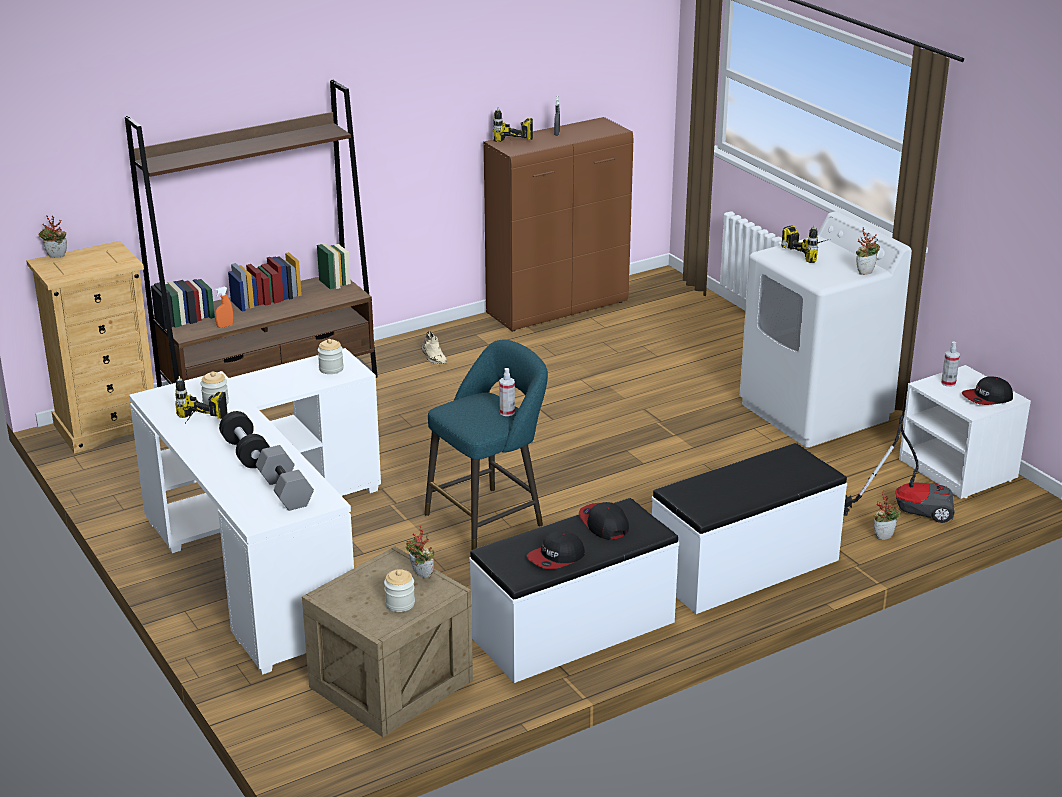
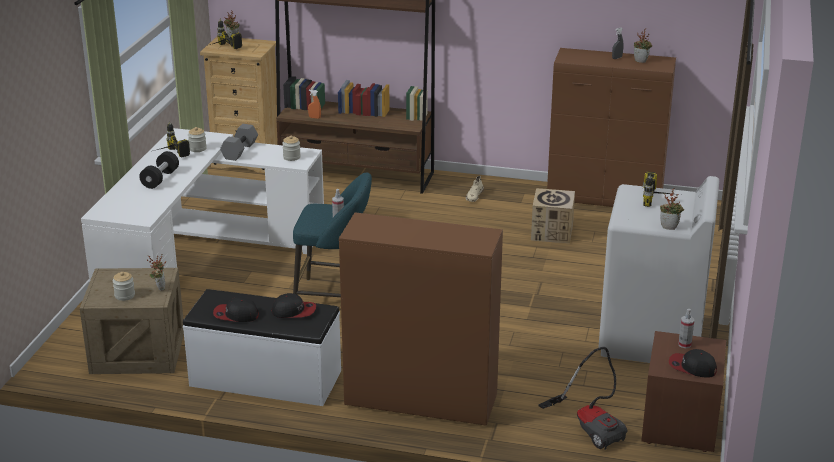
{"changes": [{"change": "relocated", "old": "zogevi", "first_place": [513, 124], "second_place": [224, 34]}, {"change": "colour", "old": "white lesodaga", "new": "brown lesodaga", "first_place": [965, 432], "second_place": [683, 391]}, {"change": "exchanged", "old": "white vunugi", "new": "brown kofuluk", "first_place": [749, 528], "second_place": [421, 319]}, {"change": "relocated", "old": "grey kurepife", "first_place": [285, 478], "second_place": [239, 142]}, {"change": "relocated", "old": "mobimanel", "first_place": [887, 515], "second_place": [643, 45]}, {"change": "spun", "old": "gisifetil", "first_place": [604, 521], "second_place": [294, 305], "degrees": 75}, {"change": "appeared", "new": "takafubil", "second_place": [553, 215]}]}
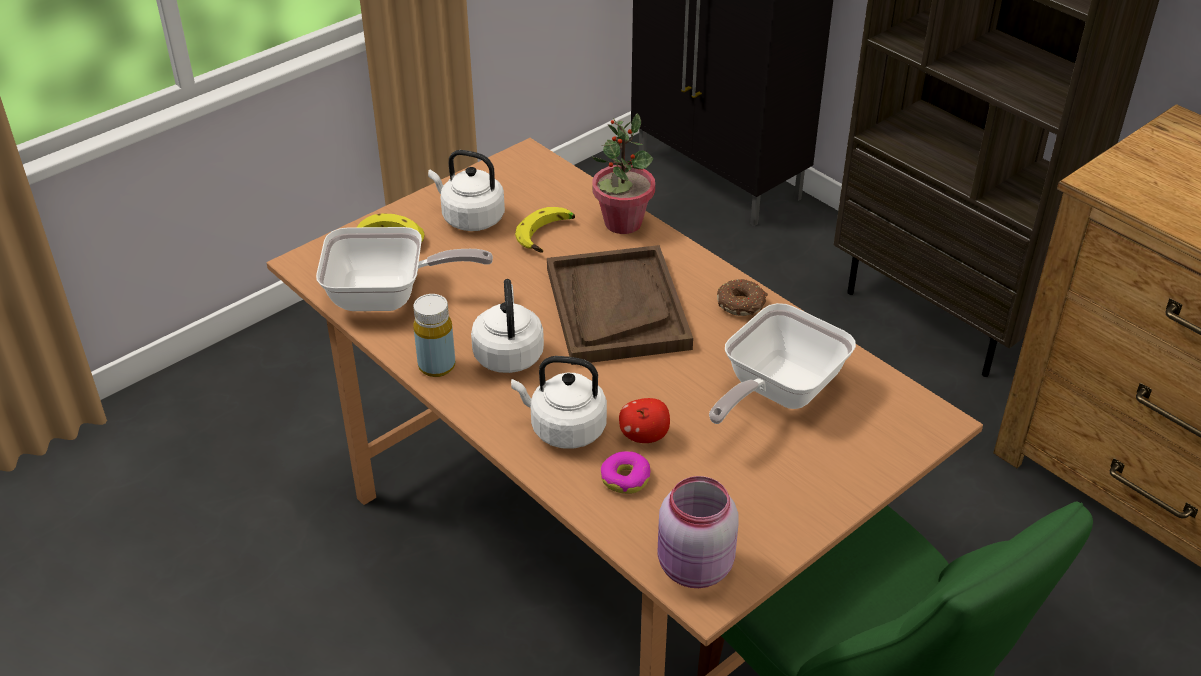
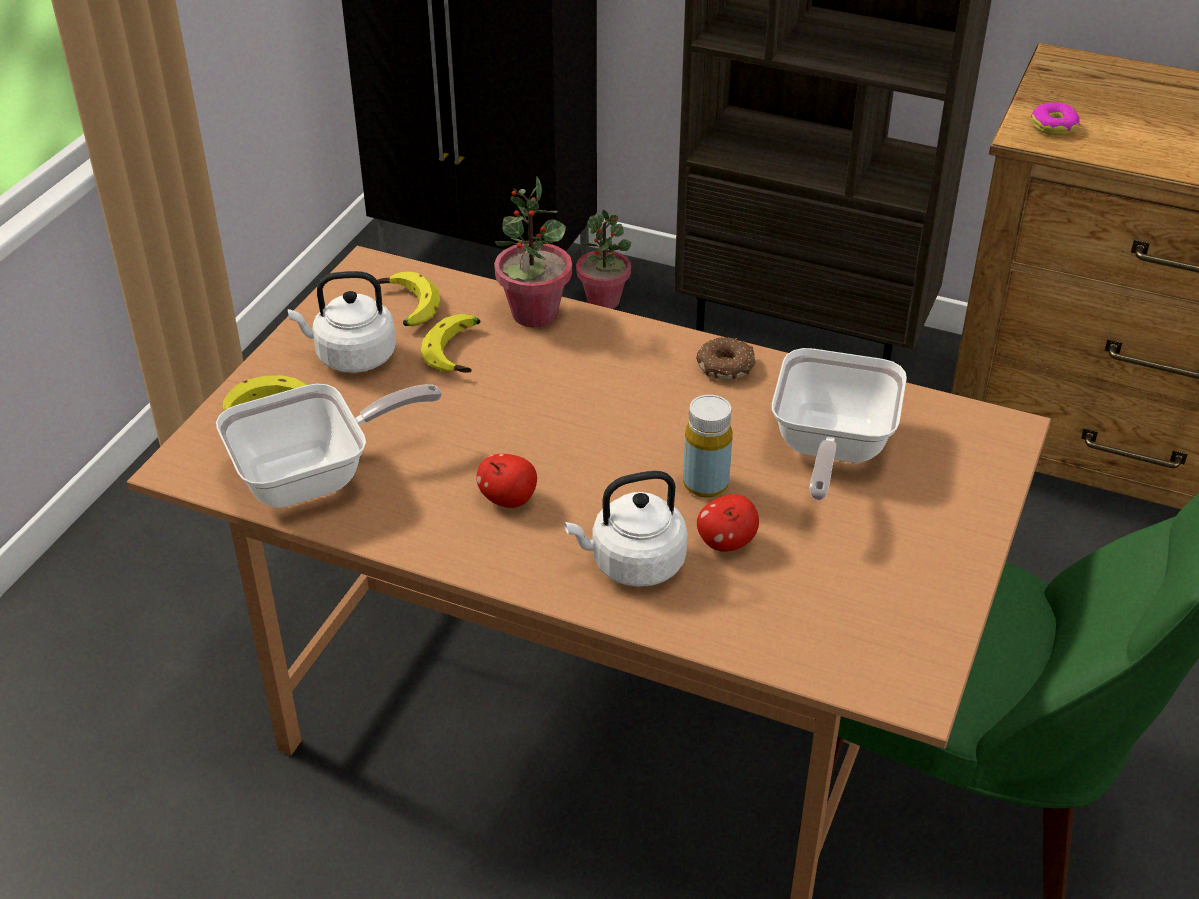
{"changes": [{"change": "missing", "old": "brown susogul", "first_place": [620, 305]}, {"change": "exchanged", "old": "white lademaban", "new": "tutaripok", "first_place": [507, 326], "second_place": [507, 481]}, {"change": "relocated", "old": "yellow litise", "first_place": [434, 335], "second_place": [708, 446]}, {"change": "relocated", "old": "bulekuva", "first_place": [626, 472], "second_place": [1055, 118]}, {"change": "missing", "old": "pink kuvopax", "first_place": [698, 532]}, {"change": "appeared", "new": "mobimanel", "second_place": [603, 259]}, {"change": "appeared", "new": "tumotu", "second_place": [408, 299]}]}
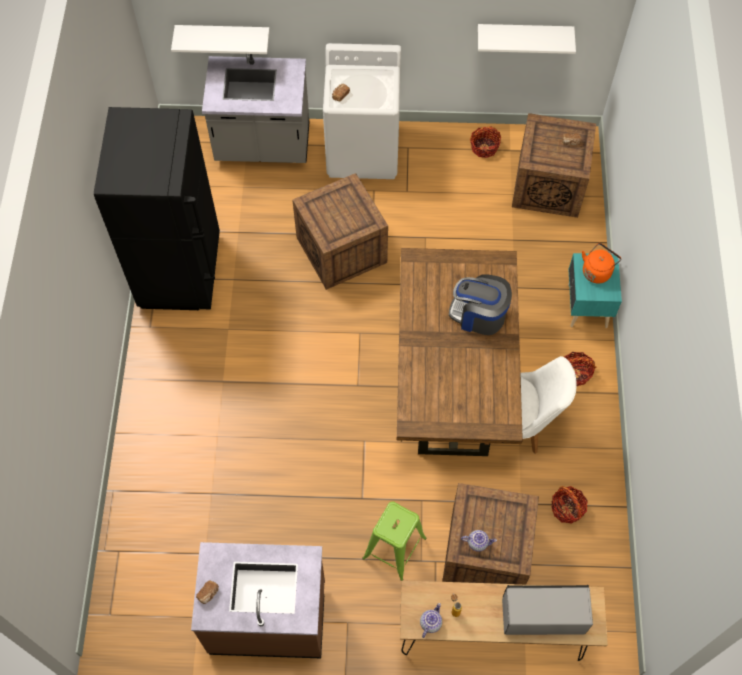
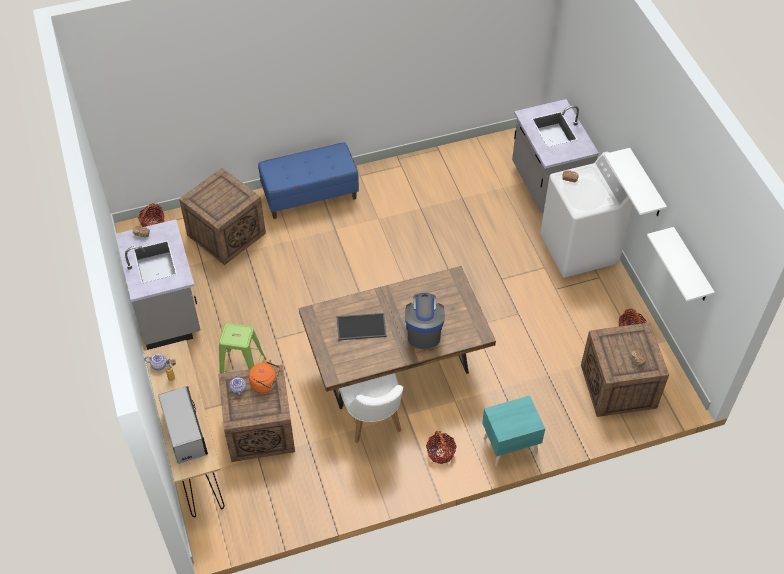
{"changes": [{"change": "relocated", "old": "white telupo", "first_place": [220, 39], "second_place": [635, 182]}, {"change": "missing", "old": "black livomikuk", "first_place": [157, 208]}, {"change": "relocated", "old": "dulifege", "first_place": [340, 231], "second_place": [222, 216]}, {"change": "relocated", "old": "orange lademaban", "first_place": [601, 263], "second_place": [264, 376]}, {"change": "relocated", "old": "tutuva", "first_place": [570, 505], "second_place": [151, 215]}, {"change": "colour", "old": "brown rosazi", "new": "grey rosazi", "first_place": [258, 600], "second_place": [158, 284]}, {"change": "appeared", "new": "blue vunugi", "second_place": [308, 180]}, {"change": "appeared", "new": "susogul", "second_place": [362, 327]}]}
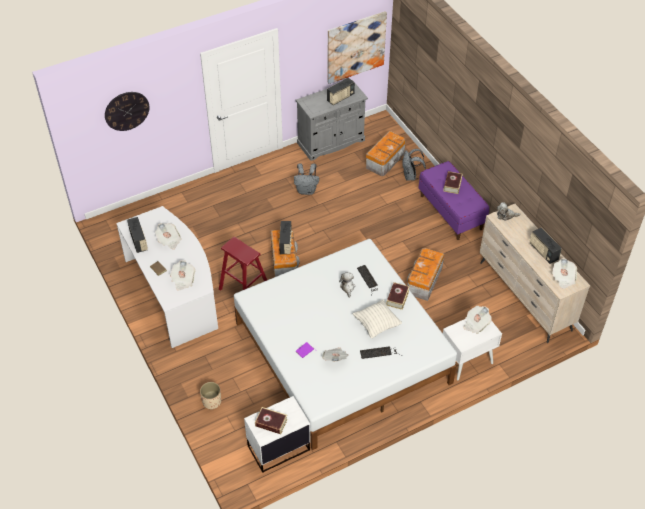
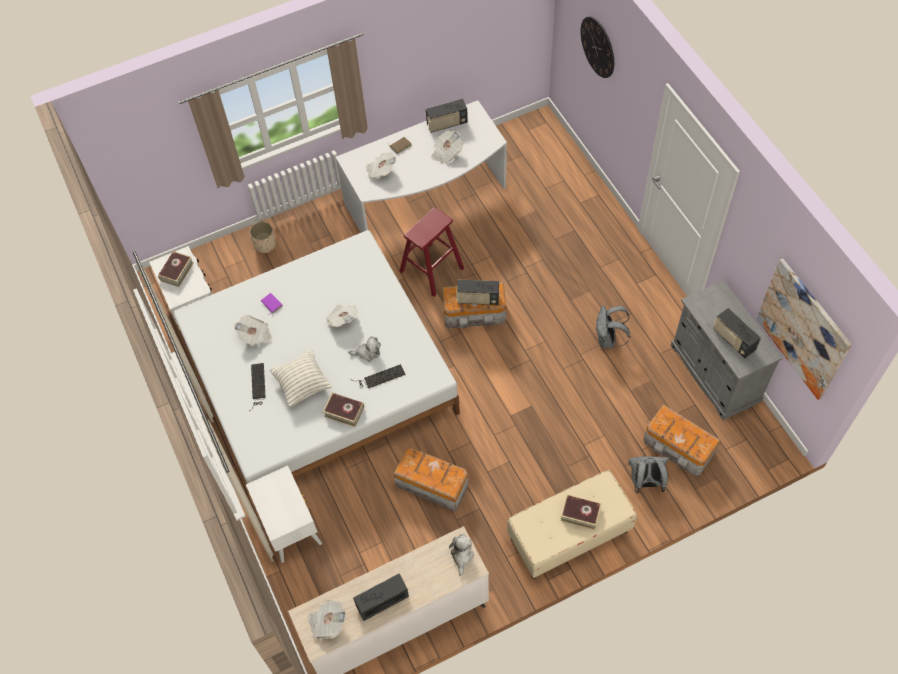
{"changes": [{"change": "colour", "old": "purple vunugi", "new": "beige vunugi", "first_place": [454, 200], "second_place": [572, 524]}, {"change": "relocated", "old": "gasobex", "first_place": [477, 320], "second_place": [342, 316]}]}
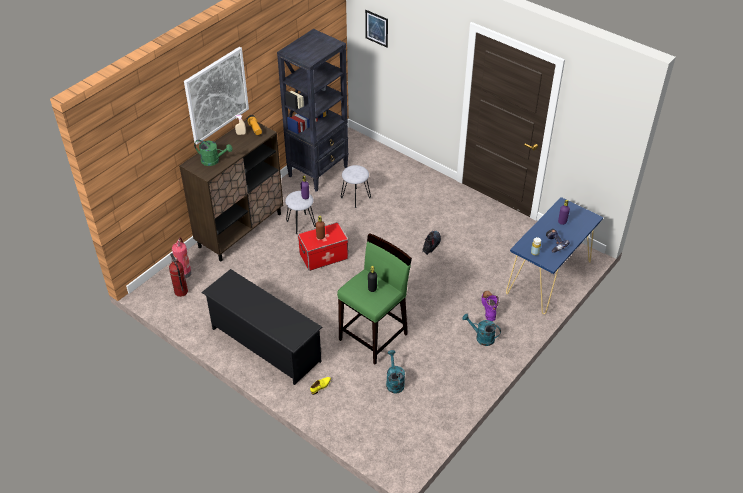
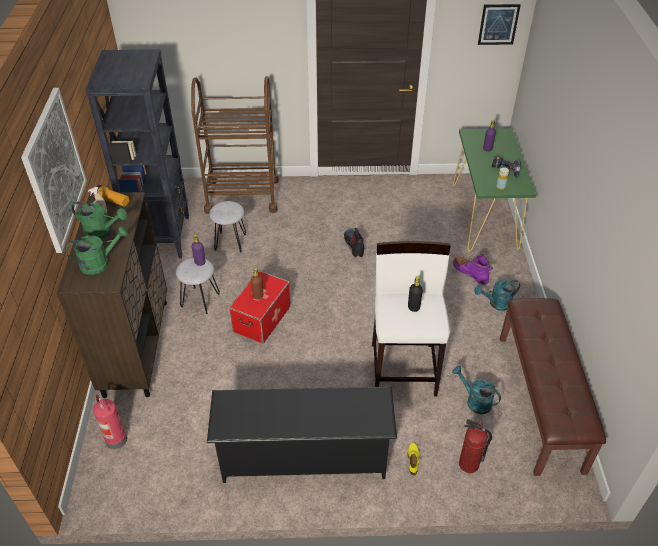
{"changes": [{"change": "relocated", "old": "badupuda", "first_place": [376, 28], "second_place": [499, 24]}, {"change": "colour", "old": "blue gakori", "new": "green gakori", "first_place": [554, 255], "second_place": [494, 190]}, {"change": "colour", "old": "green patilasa", "new": "white patilasa", "first_place": [374, 298], "second_place": [411, 319]}, {"change": "relocated", "old": "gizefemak", "first_place": [178, 275], "second_place": [475, 446]}, {"change": "appeared", "new": "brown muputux", "second_place": [235, 145]}, {"change": "appeared", "new": "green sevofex", "second_place": [99, 220]}, {"change": "appeared", "new": "brown vunugi", "second_place": [553, 387]}]}
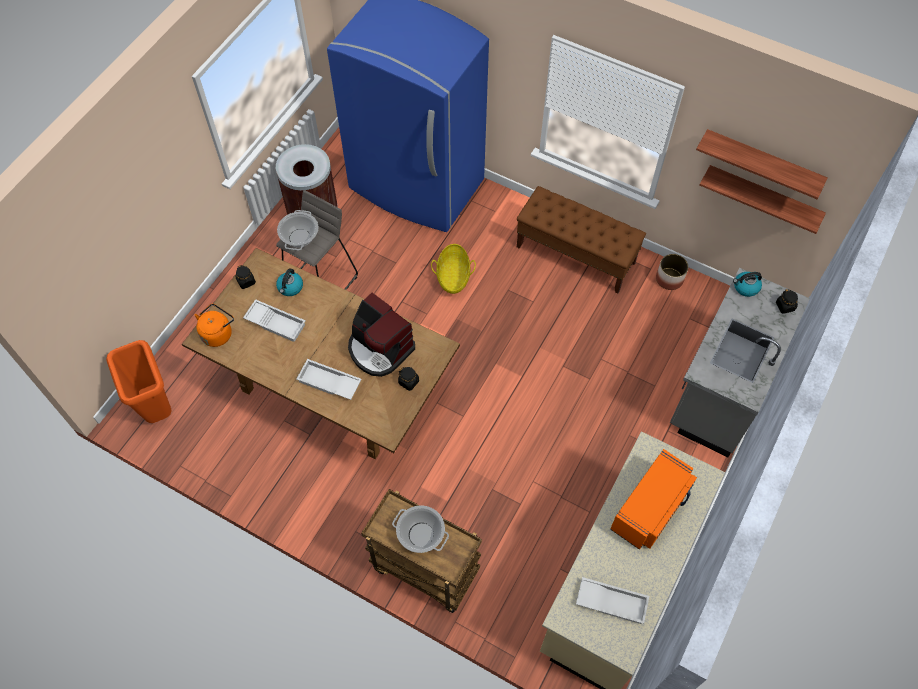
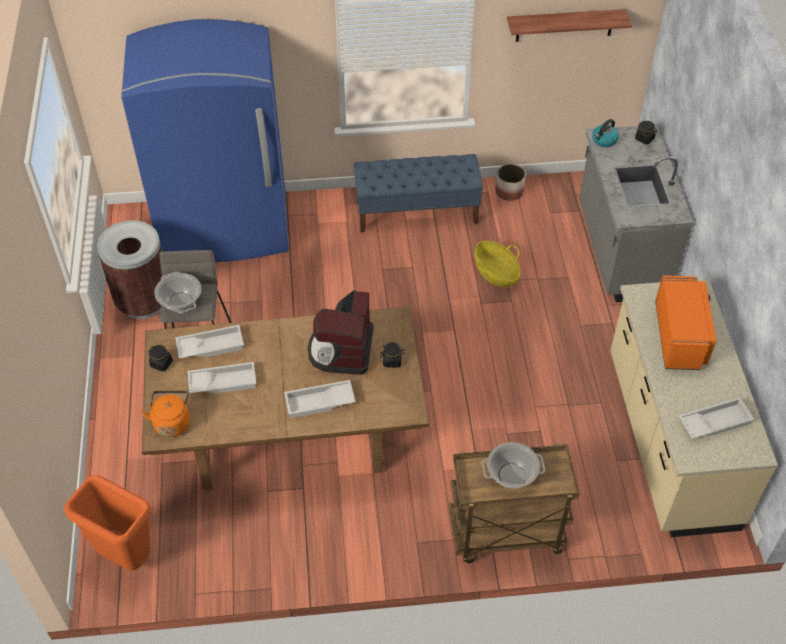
{"changes": [{"change": "missing", "old": "telupo", "first_place": [762, 199]}, {"change": "colour", "old": "brown vunugi", "new": "blue vunugi", "first_place": [581, 239], "second_place": [418, 193]}, {"change": "relocated", "old": "tutuva", "first_place": [453, 269], "second_place": [497, 264]}, {"change": "exchanged", "old": "lademaban", "new": "white susogul", "first_place": [289, 282], "second_place": [209, 342]}, {"change": "spun", "old": "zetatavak", "first_place": [381, 335], "second_place": [340, 332], "degrees": 90}]}
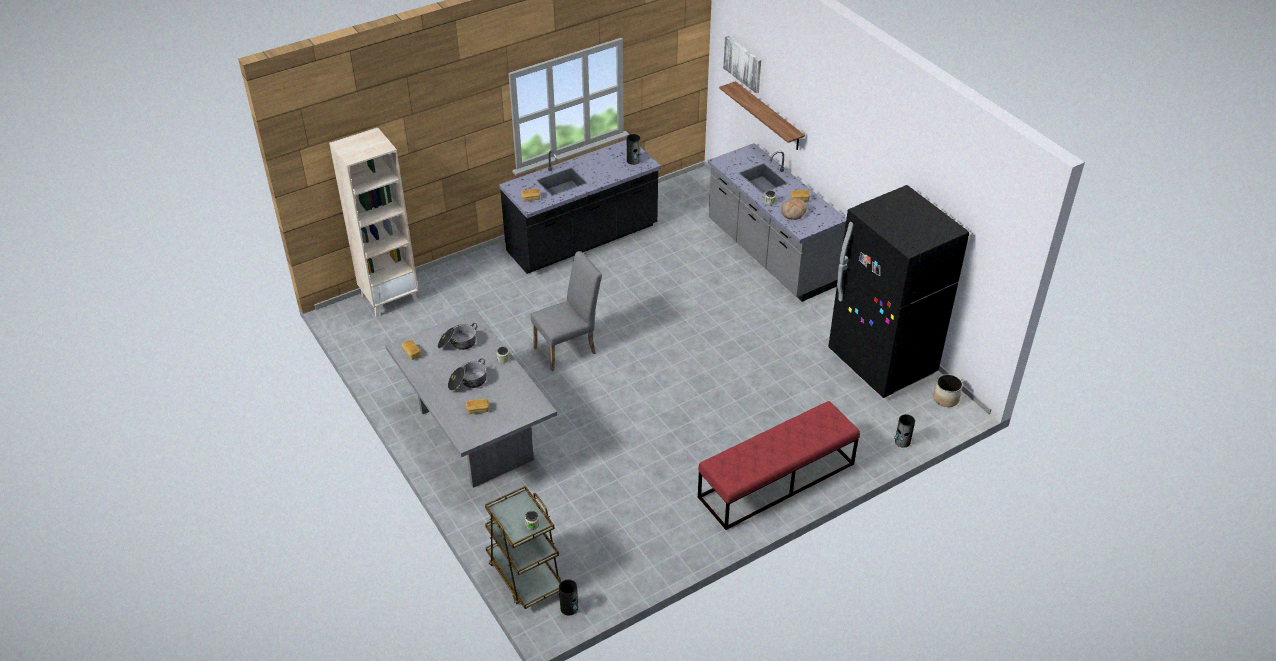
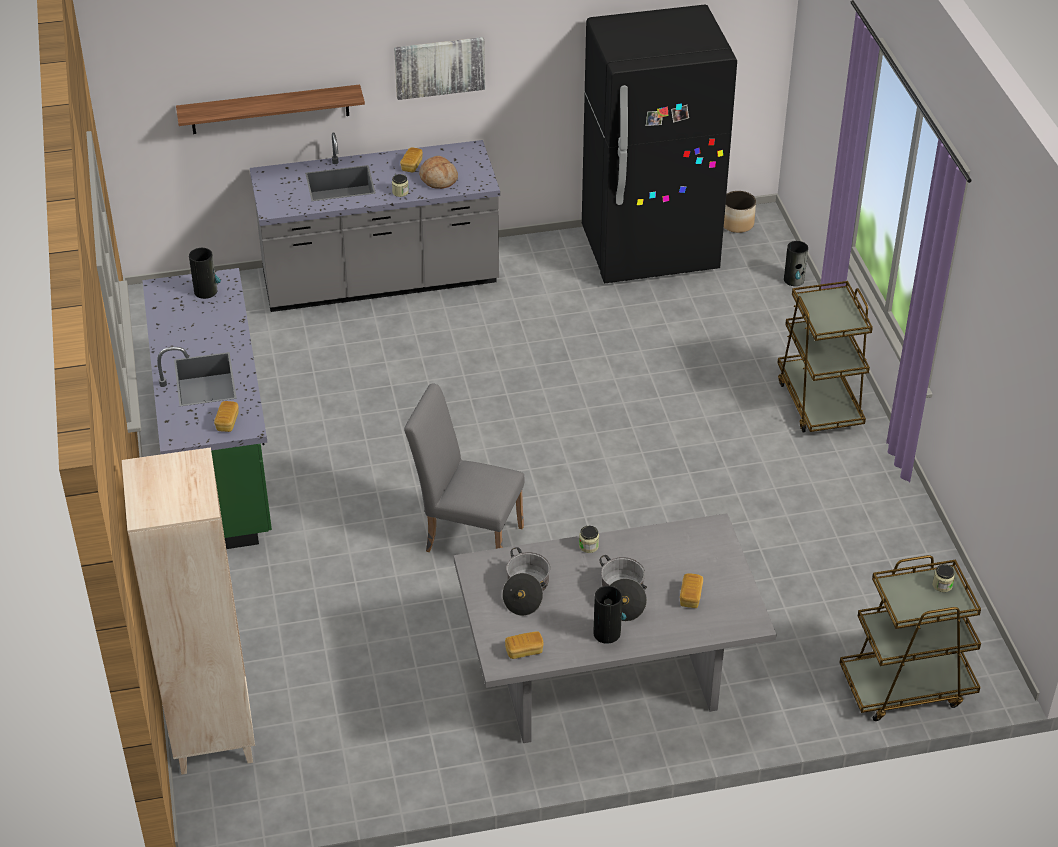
{"changes": [{"change": "relocated", "old": "badupuda", "first_place": [742, 64], "second_place": [439, 68]}, {"change": "colour", "old": "black rosazi", "new": "green rosazi", "first_place": [580, 207], "second_place": [207, 408]}, {"change": "spun", "old": "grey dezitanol", "first_place": [566, 311], "second_place": [464, 468], "degrees": -60}, {"change": "exchanged", "old": "red vunugi", "new": "brown muputux", "first_place": [779, 465], "second_place": [825, 357]}, {"change": "relocated", "old": "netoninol", "first_place": [568, 597], "second_place": [610, 615]}]}
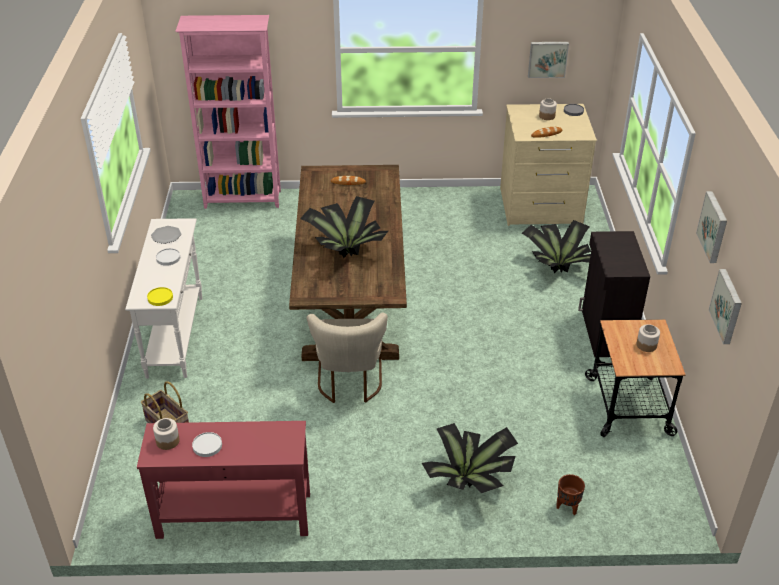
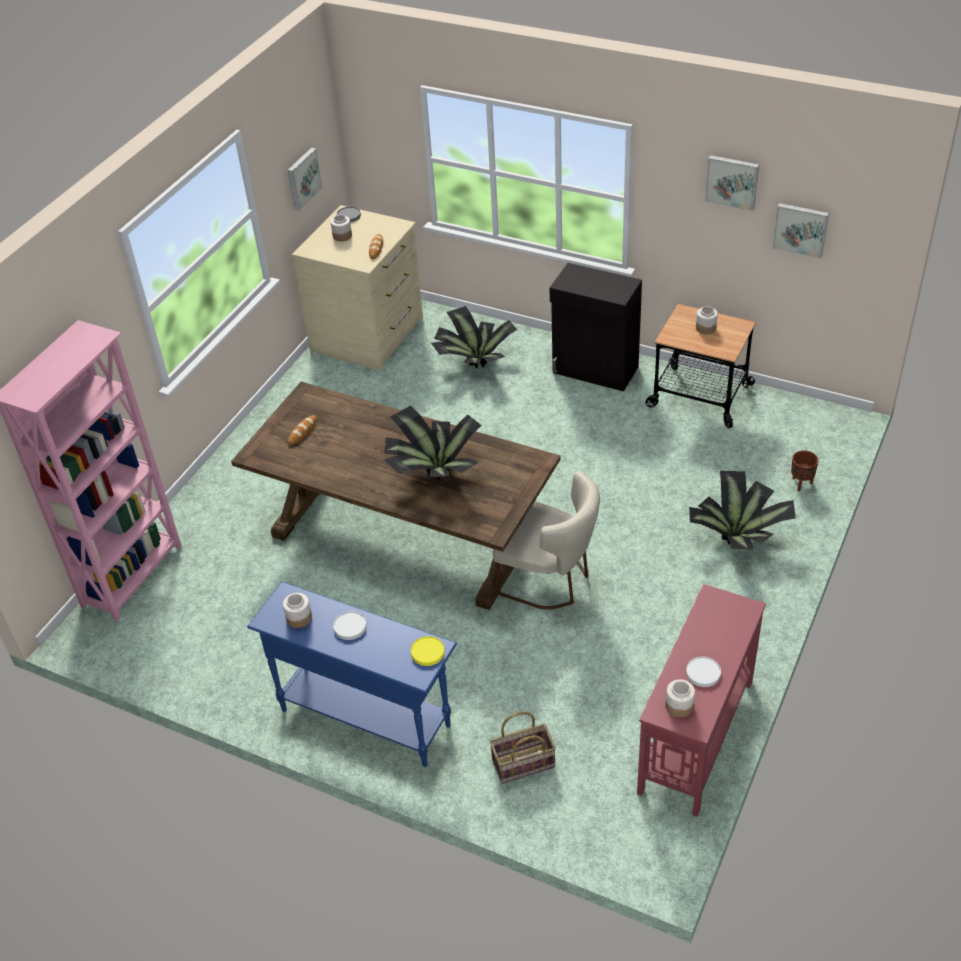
{"changes": [{"change": "colour", "old": "white gakori", "new": "blue gakori", "first_place": [163, 298], "second_place": [352, 674]}, {"change": "exchanged", "old": "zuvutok", "new": "kuvopax", "first_place": [166, 235], "second_place": [297, 610]}]}
